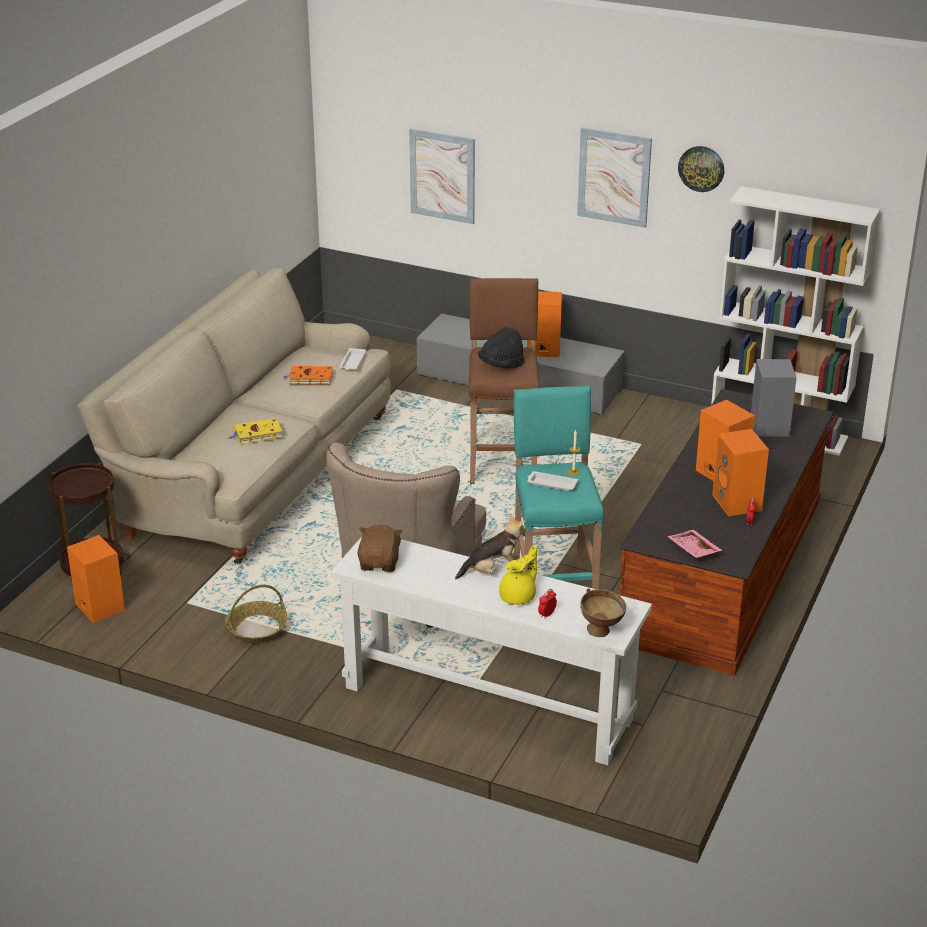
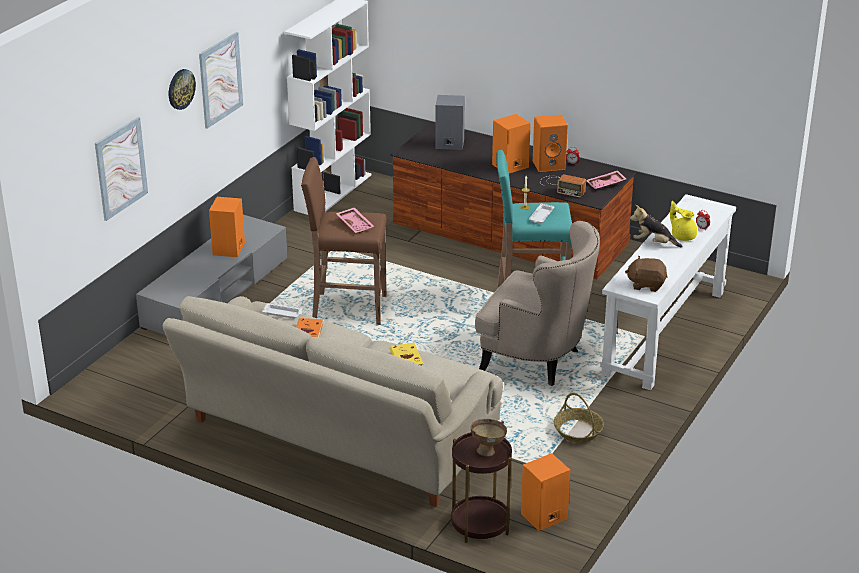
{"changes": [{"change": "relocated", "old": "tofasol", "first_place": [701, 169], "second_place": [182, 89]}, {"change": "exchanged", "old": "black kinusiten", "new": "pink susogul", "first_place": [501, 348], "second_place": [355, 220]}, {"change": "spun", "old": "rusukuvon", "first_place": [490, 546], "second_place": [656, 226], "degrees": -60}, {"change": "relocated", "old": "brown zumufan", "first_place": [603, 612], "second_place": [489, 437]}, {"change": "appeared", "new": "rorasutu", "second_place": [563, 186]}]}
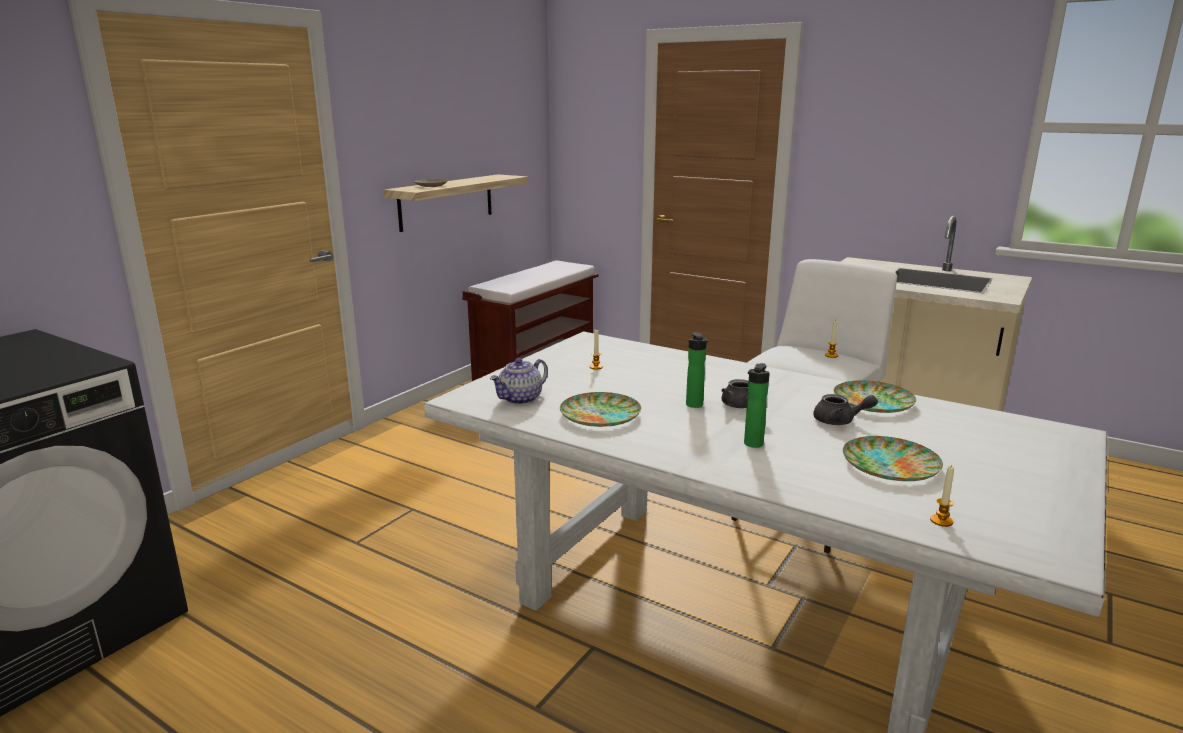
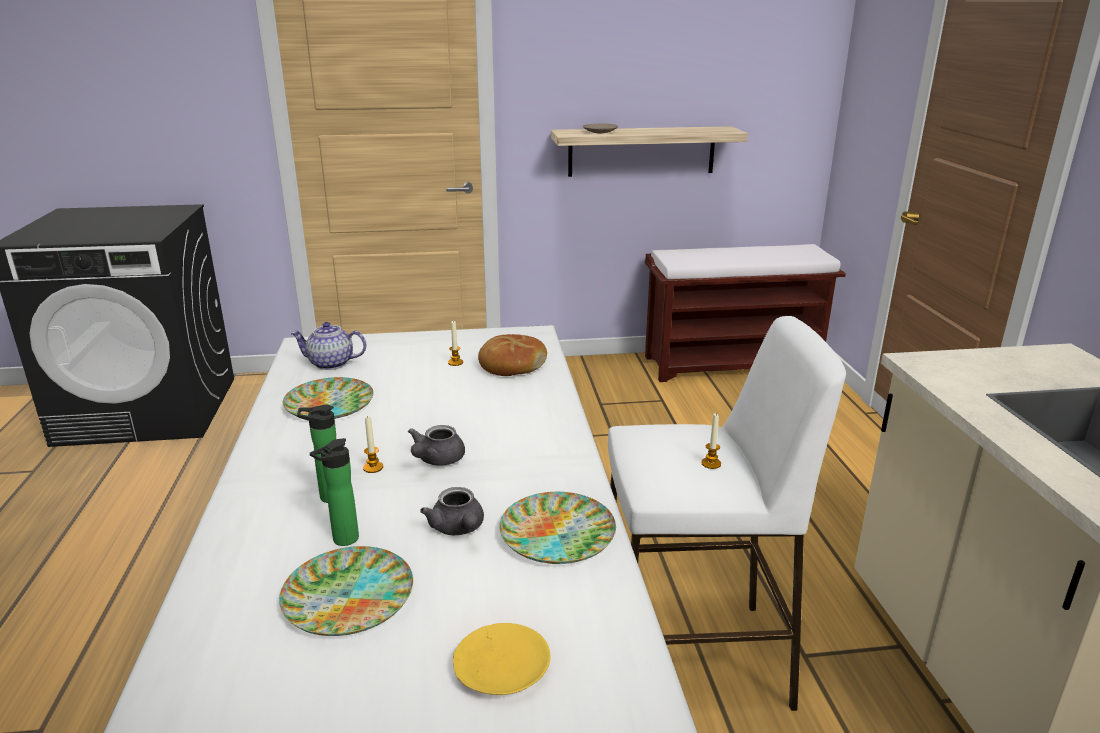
{"changes": [{"change": "relocated", "old": "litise", "first_place": [697, 370], "second_place": [334, 492]}, {"change": "relocated", "old": "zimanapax", "first_place": [942, 496], "second_place": [373, 445]}, {"change": "appeared", "new": "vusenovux", "second_place": [512, 355]}, {"change": "appeared", "new": "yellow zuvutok", "second_place": [501, 659]}]}
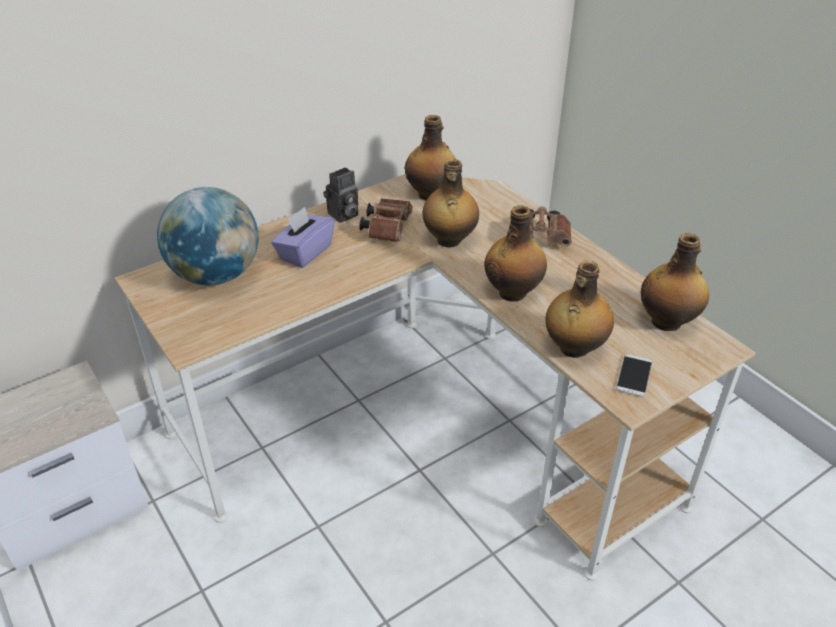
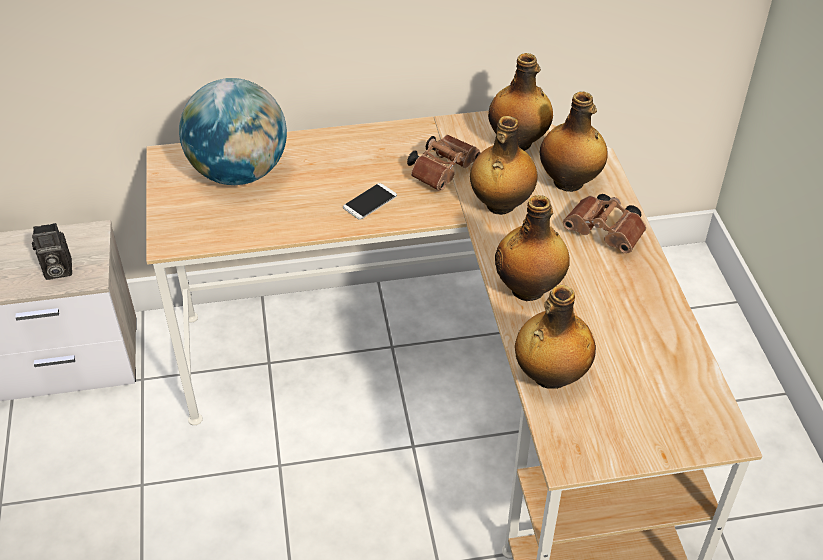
{"changes": [{"change": "relocated", "old": "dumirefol", "first_place": [340, 195], "second_place": [52, 251]}, {"change": "missing", "old": "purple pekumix", "first_place": [303, 237]}, {"change": "relocated", "old": "litise", "first_place": [675, 282], "second_place": [574, 142]}, {"change": "relocated", "old": "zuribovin", "first_place": [634, 375], "second_place": [370, 201]}]}
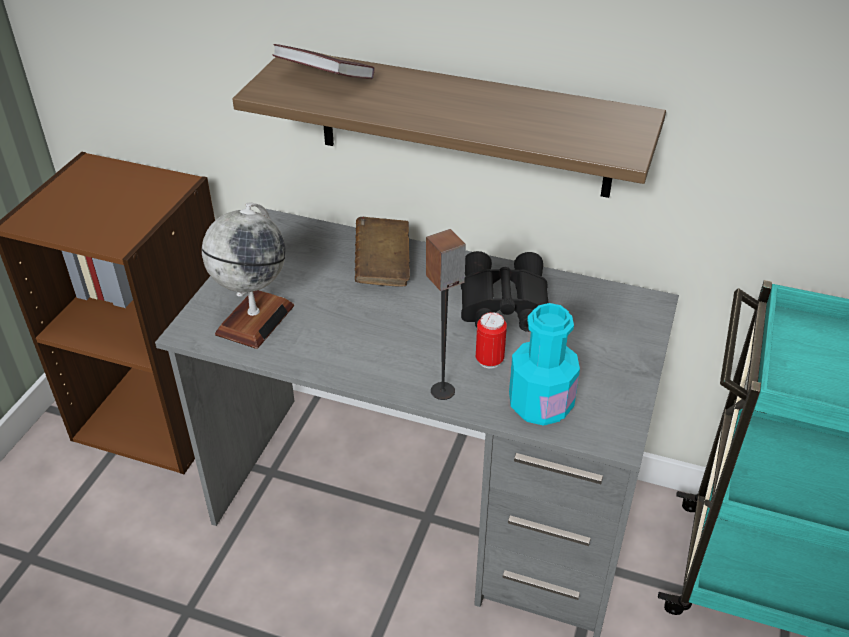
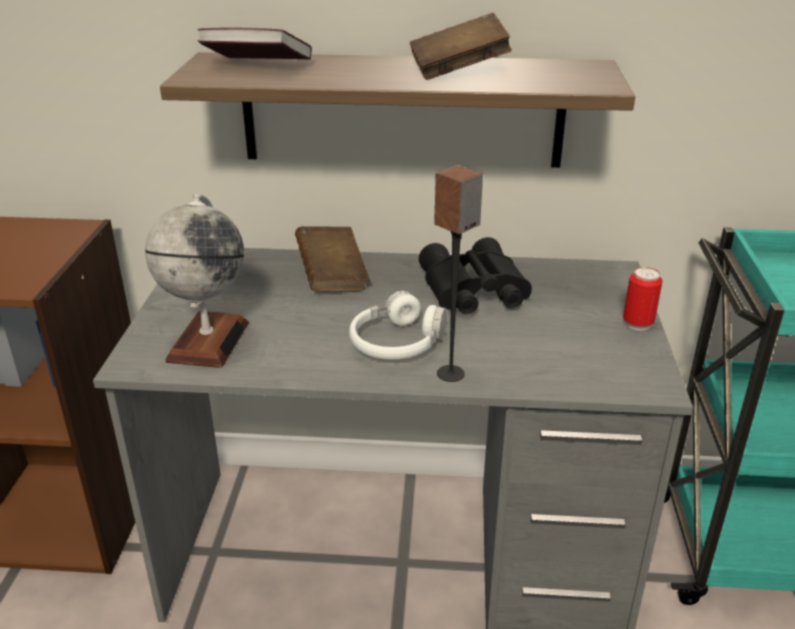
{"changes": [{"change": "missing", "old": "turquoise litise", "first_place": [544, 364]}, {"change": "relocated", "old": "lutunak", "first_place": [491, 340], "second_place": [643, 299]}, {"change": "appeared", "new": "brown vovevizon", "second_place": [461, 46]}, {"change": "appeared", "new": "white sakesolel", "second_place": [398, 325]}]}
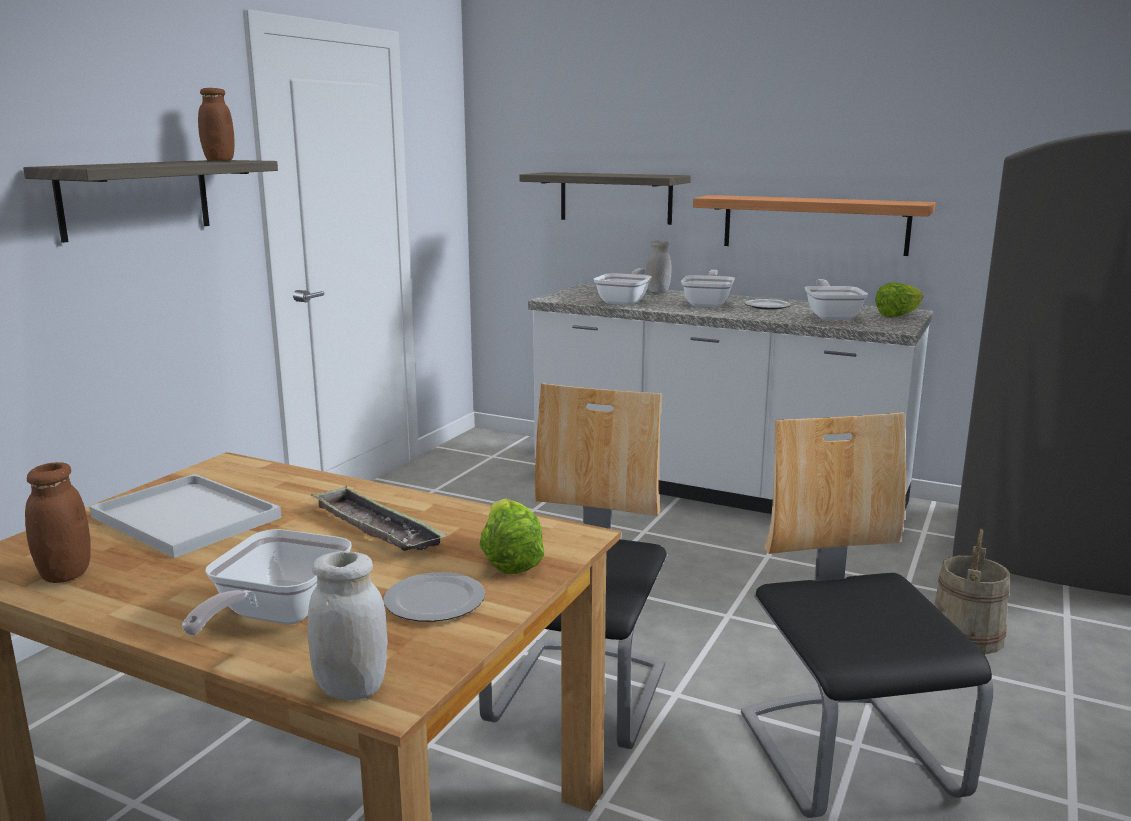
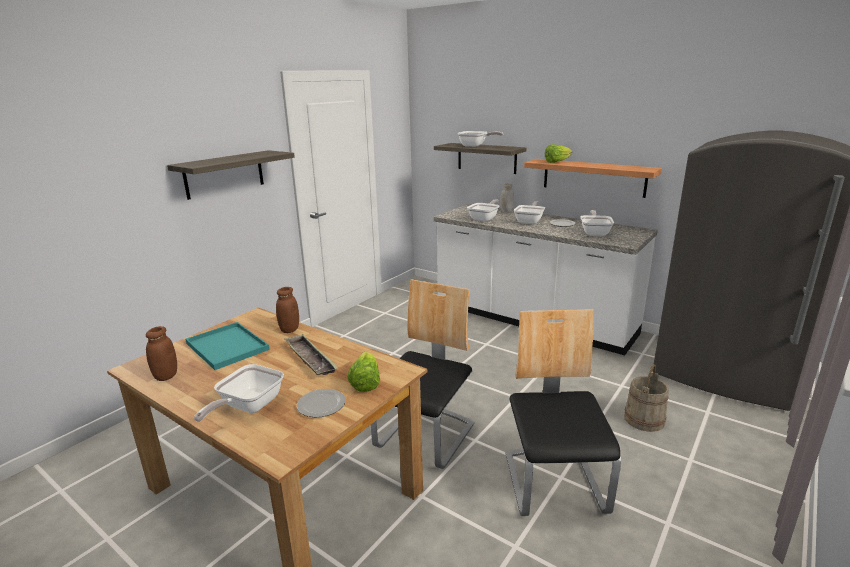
{"changes": [{"change": "relocated", "old": "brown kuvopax", "first_place": [216, 124], "second_place": [287, 310]}, {"change": "relocated", "old": "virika", "first_place": [899, 299], "second_place": [558, 153]}, {"change": "colour", "old": "white susogul", "new": "turquoise susogul", "first_place": [185, 516], "second_place": [227, 346]}, {"change": "missing", "old": "white kuvopax", "first_place": [348, 626]}, {"change": "appeared", "new": "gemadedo", "second_place": [480, 139]}]}
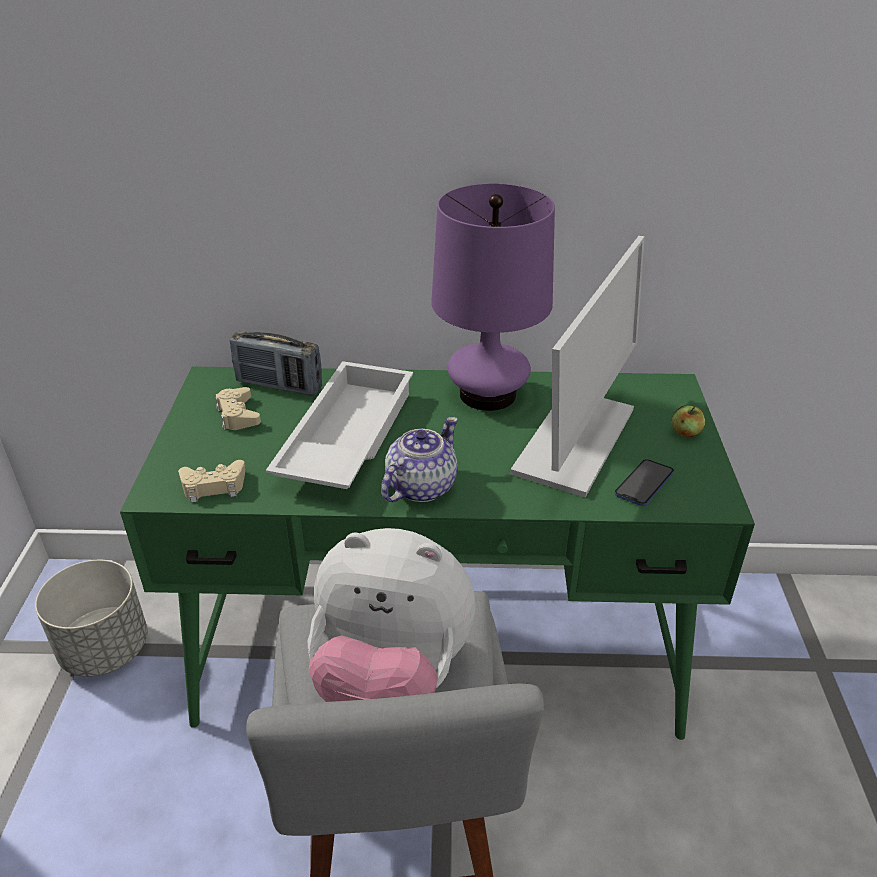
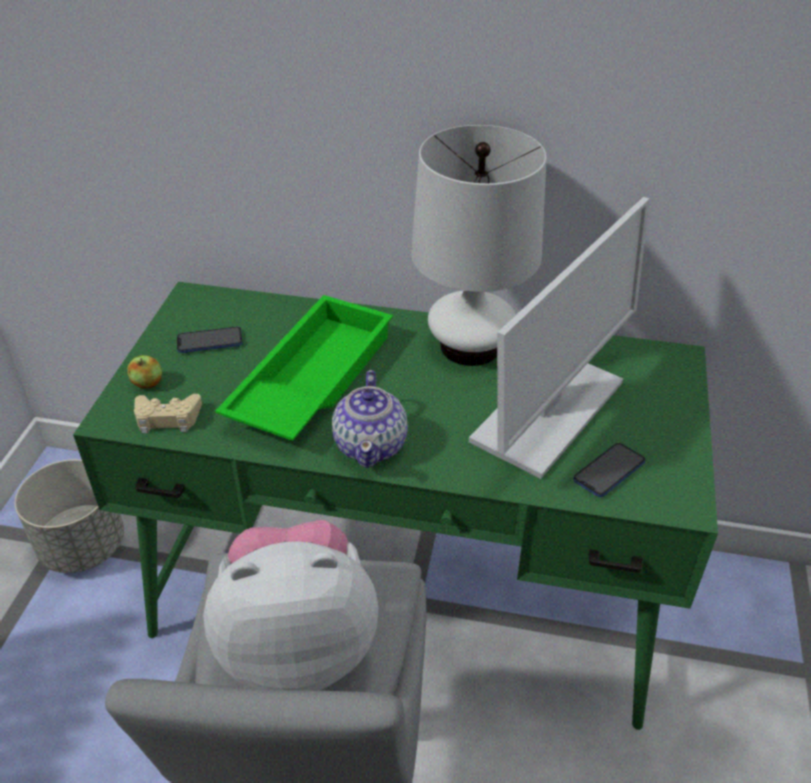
{"changes": [{"change": "colour", "old": "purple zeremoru", "new": "white zeremoru", "first_place": [493, 297], "second_place": [479, 245]}, {"change": "missing", "old": "rorasutu", "first_place": [276, 363]}, {"change": "colour", "old": "white susogul", "new": "green susogul", "first_place": [339, 425], "second_place": [304, 368]}, {"change": "exchanged", "old": "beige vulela", "new": "zuribovin", "first_place": [238, 408], "second_place": [210, 340]}, {"change": "relocated", "old": "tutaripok", "first_place": [688, 422], "second_place": [144, 372]}, {"change": "spun", "old": "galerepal", "first_place": [419, 459], "second_place": [370, 419], "degrees": 135}, {"change": "spun", "old": "rusukuvon", "first_place": [391, 615], "second_place": [290, 605], "degrees": 150}]}
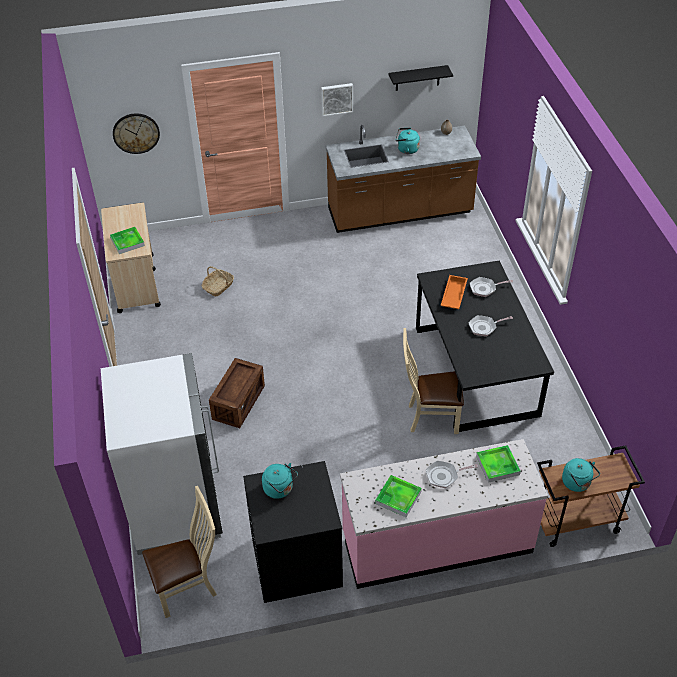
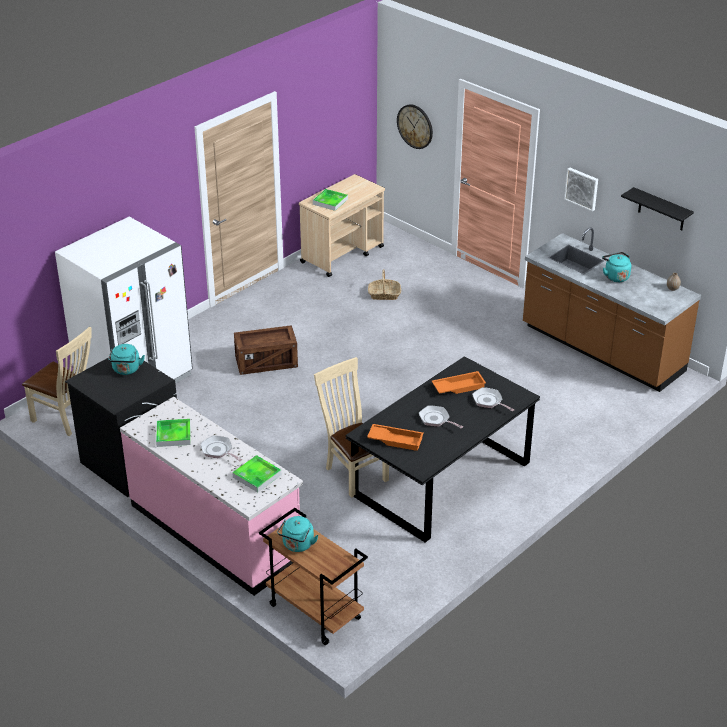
{"changes": [{"change": "appeared", "new": "orange susogul", "second_place": [395, 437]}]}
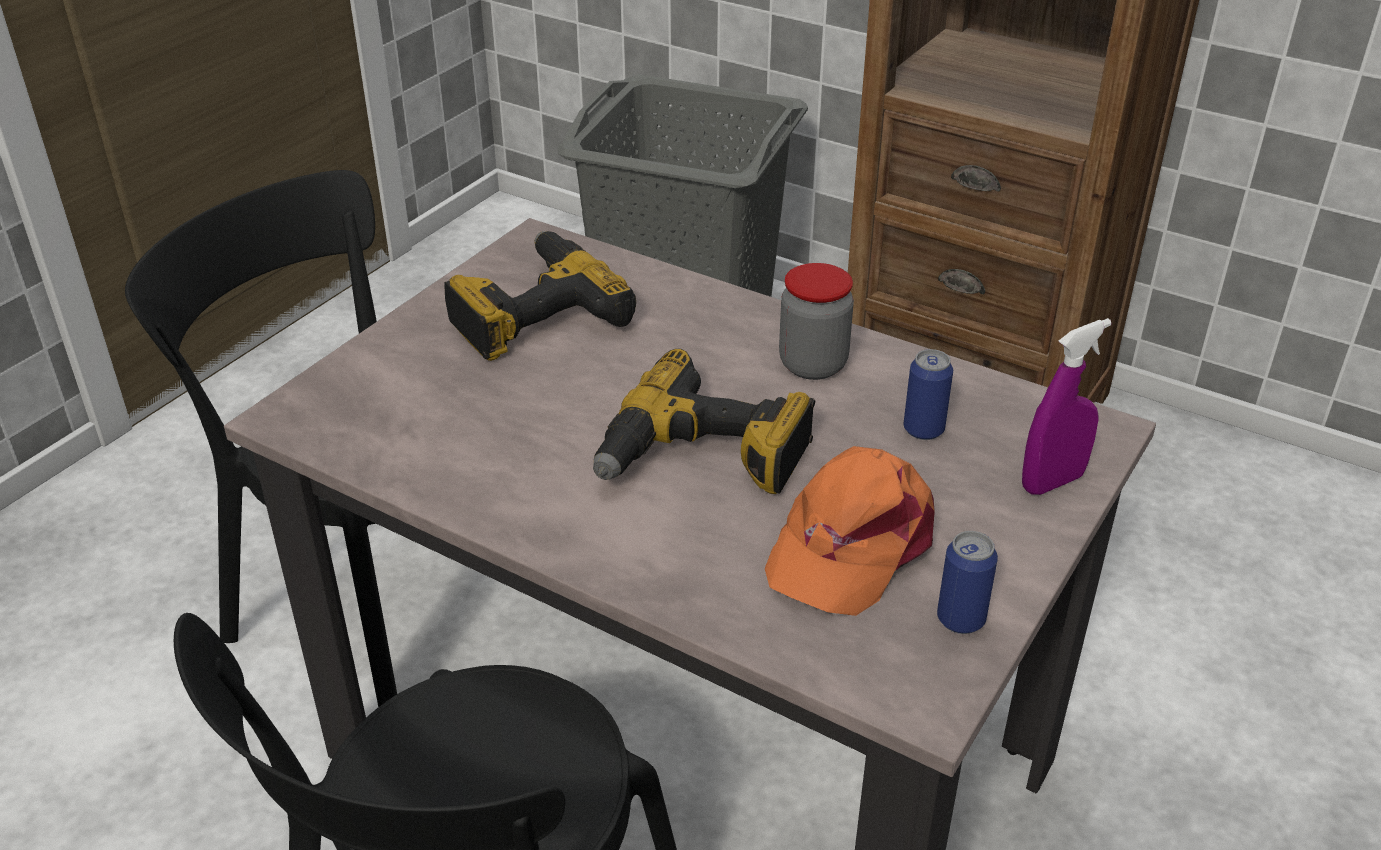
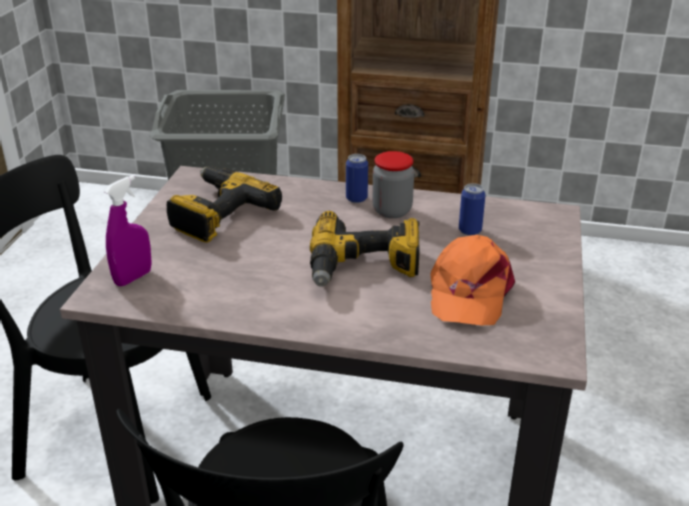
{"changes": [{"change": "relocated", "old": "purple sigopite", "first_place": [1067, 406], "second_place": [128, 230]}, {"change": "relocated", "old": "lutunak", "first_place": [967, 582], "second_place": [357, 178]}]}
